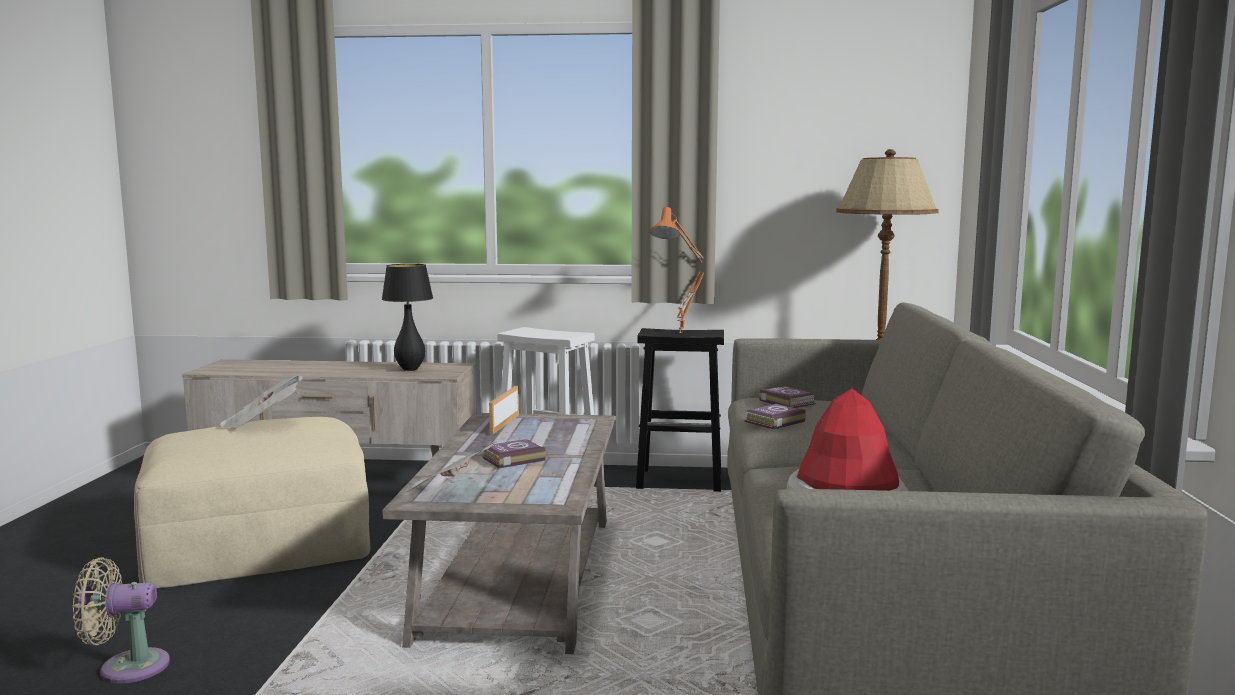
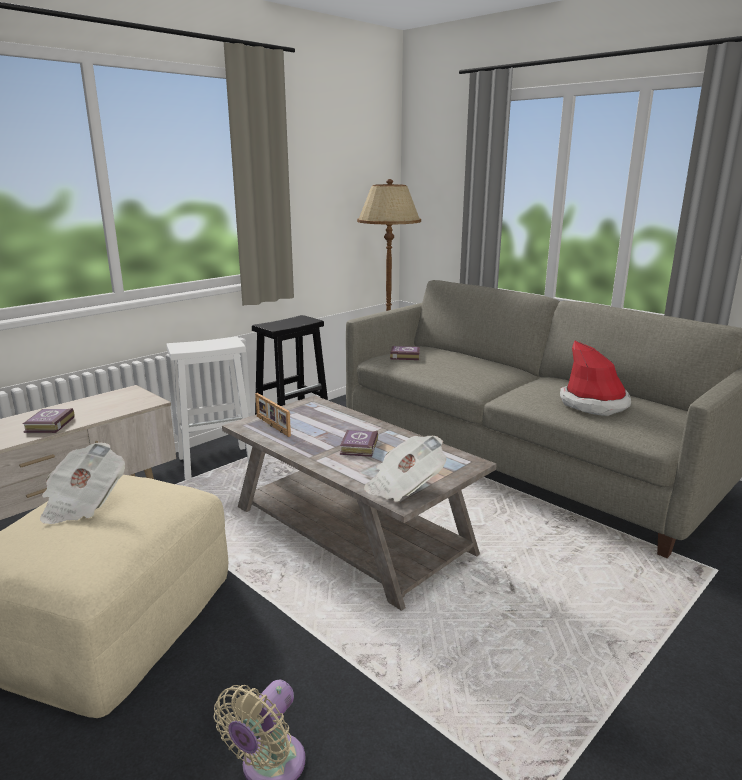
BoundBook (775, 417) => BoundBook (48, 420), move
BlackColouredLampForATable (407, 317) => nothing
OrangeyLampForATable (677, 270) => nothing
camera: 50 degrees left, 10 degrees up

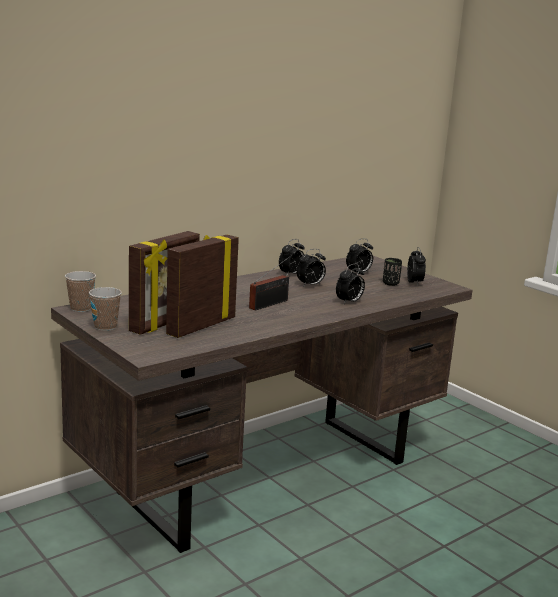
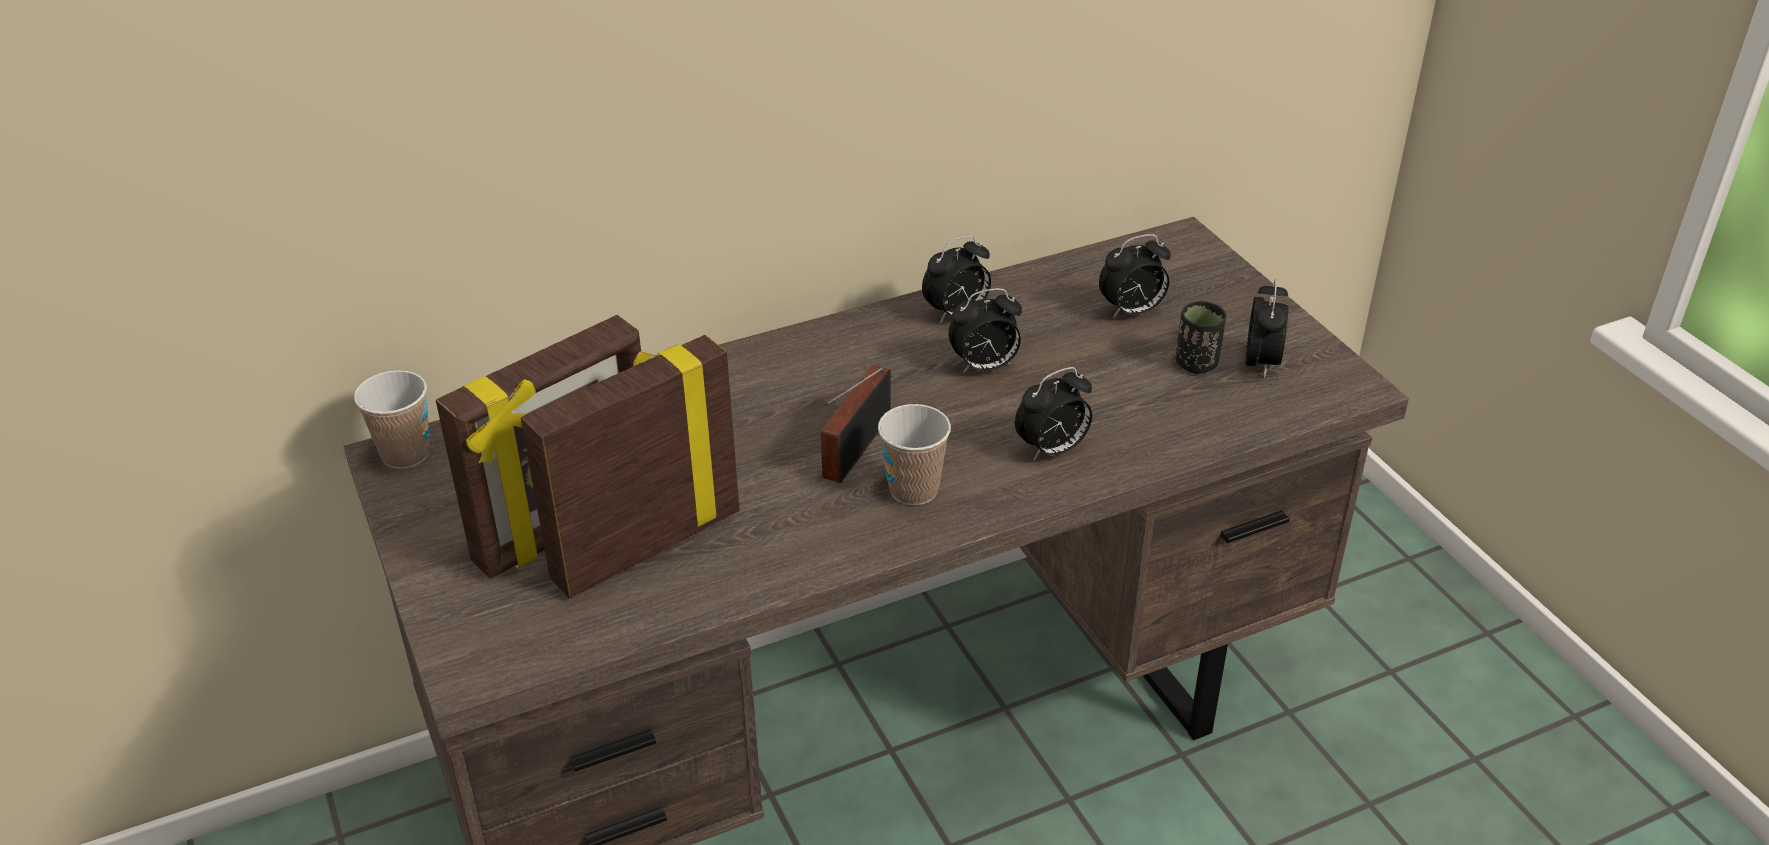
RadioReceiver (269, 283) => RadioReceiver (856, 424), 150 degrees clockwise
DrinkingCup (105, 309) => DrinkingCup (914, 454), move
camera: 15 degrees right, 20 degrees up

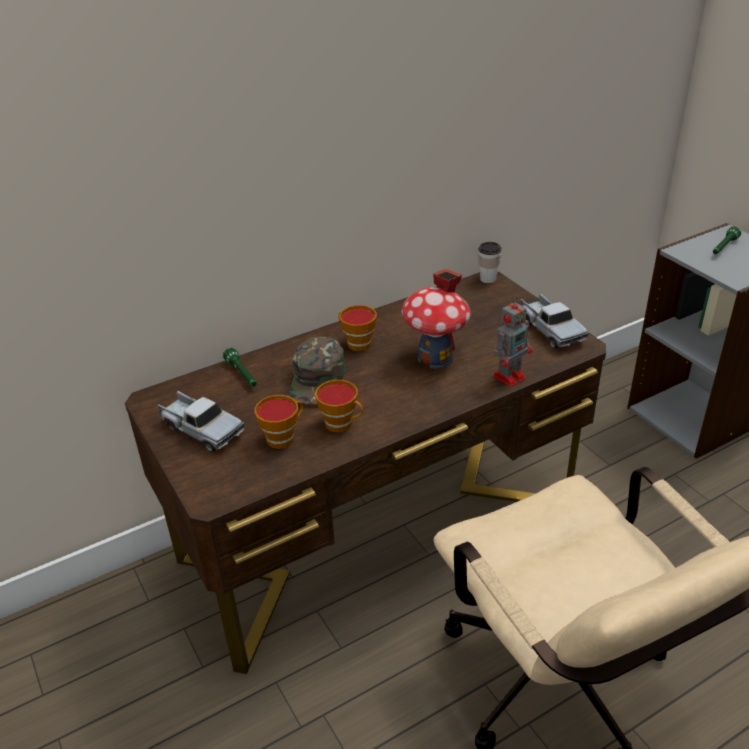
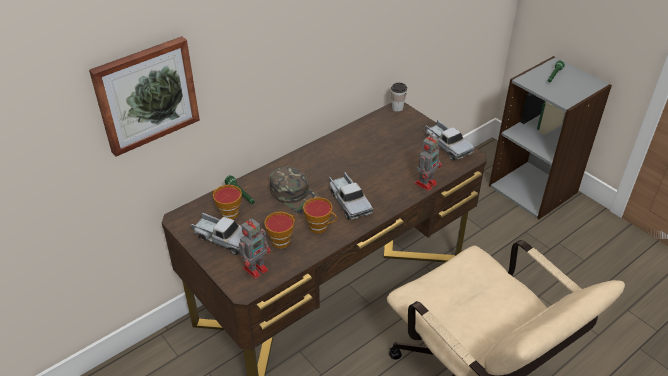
nothing => WallPicture (144, 96)
DrinkingCup (358, 328) => DrinkingCup (227, 202), move
nothing => ModelRobot (255, 248)
GreenBaseballCap (317, 370) => GreenBaseballCap (295, 190), 45 degrees counterclockwise
nothing => ModelTruck (351, 196)
ModelHouse (436, 319) => nothing
camera: 10 degrees left, 5 degrees up

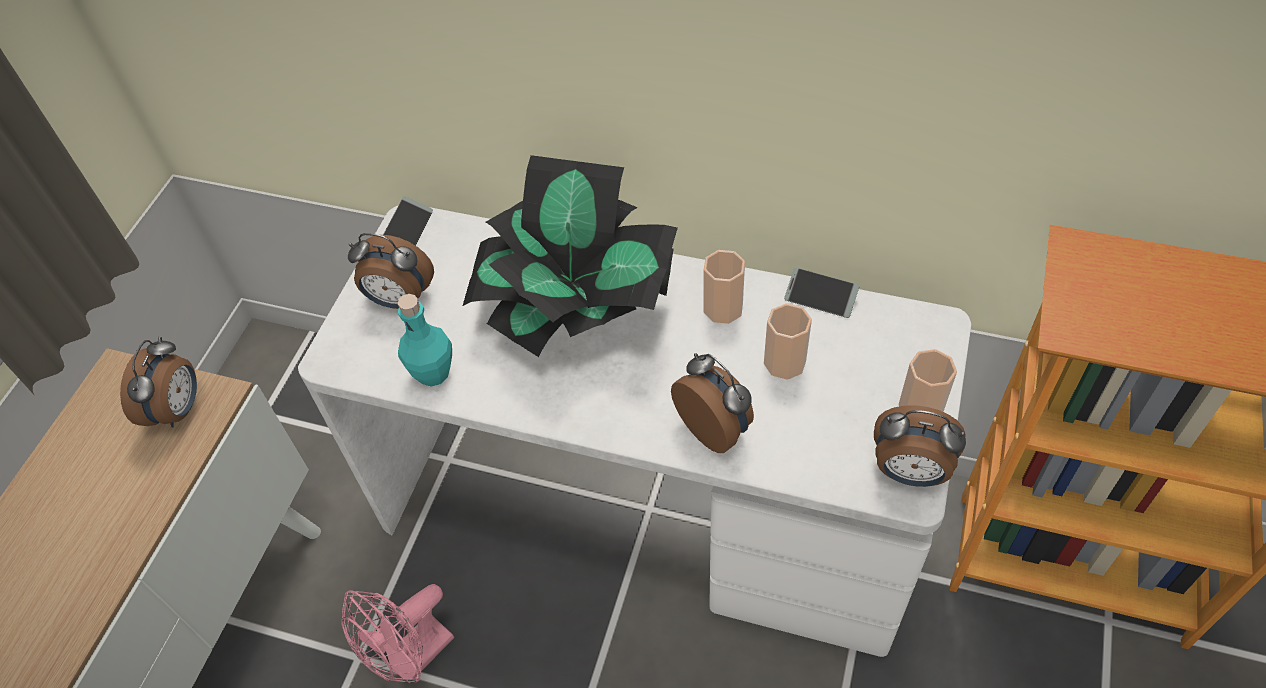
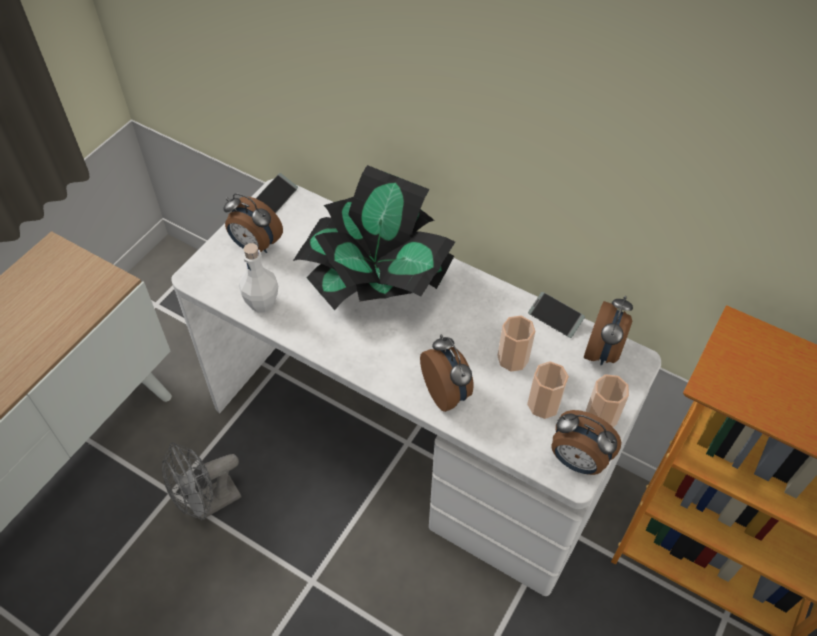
PinkColouredCoolingFan (397, 634) => GrayCoolingFan (202, 481)
TurquoiseBeverageBottle (425, 340) => WhiteColouredBeverageBottle (258, 278)
DrinkingCup (724, 287) => DrinkingCup (548, 390), move
AlarmClock (158, 382) => AlarmClock (608, 331), move
camera: 10 degrees right, 0 degrees up

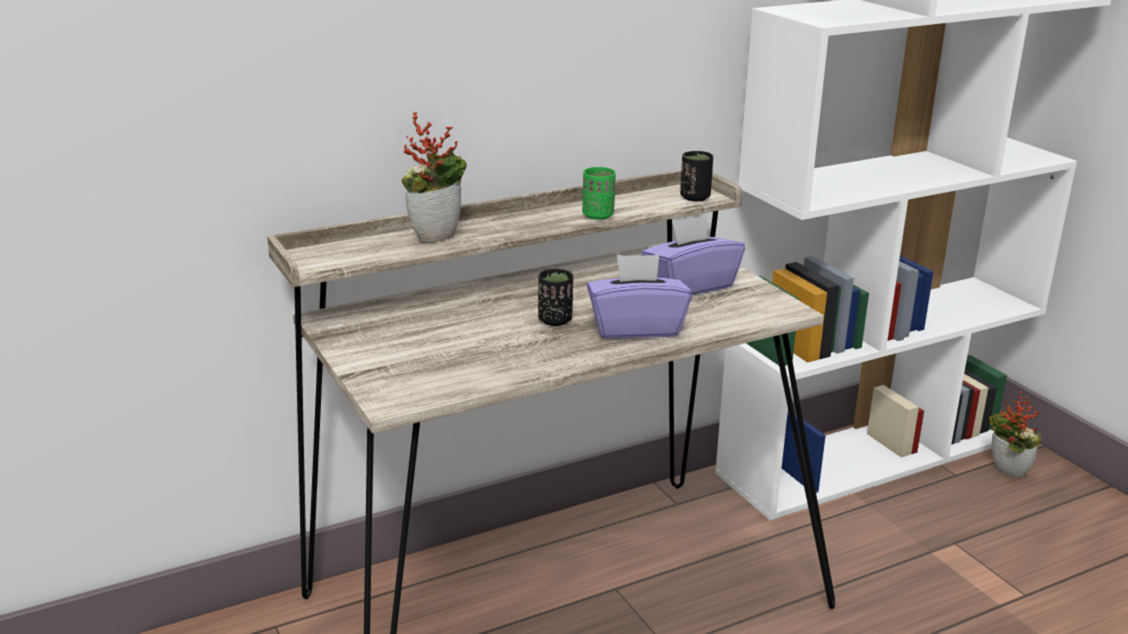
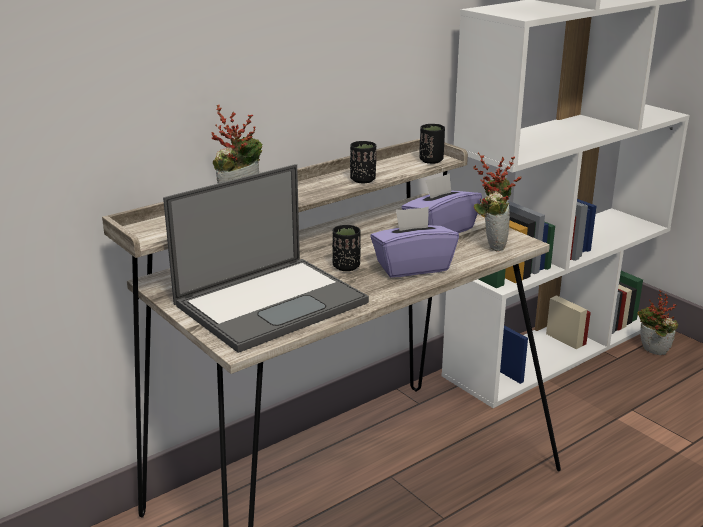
nothing => PortableComputer (266, 258)
GreenDrinkingCup (599, 193) => BlackColouredDrinkingCup (363, 162)
nothing => PlantInAPot (498, 202)
camera: 10 degrees left, 0 degrees up

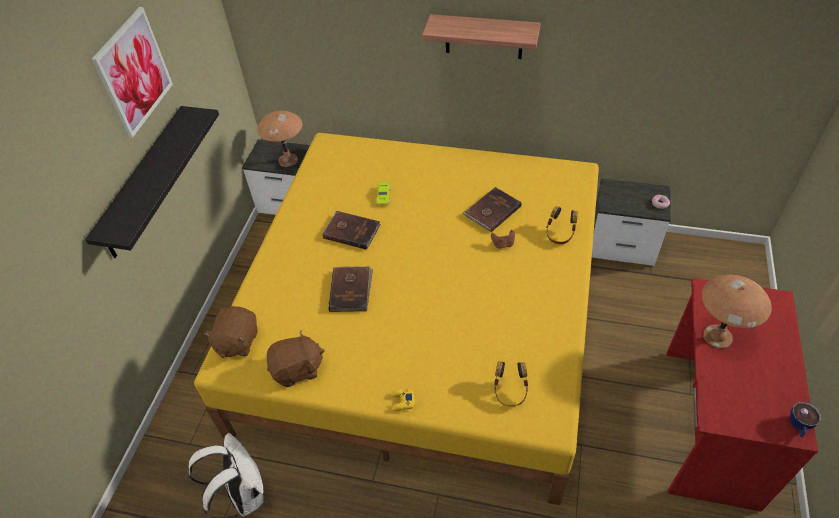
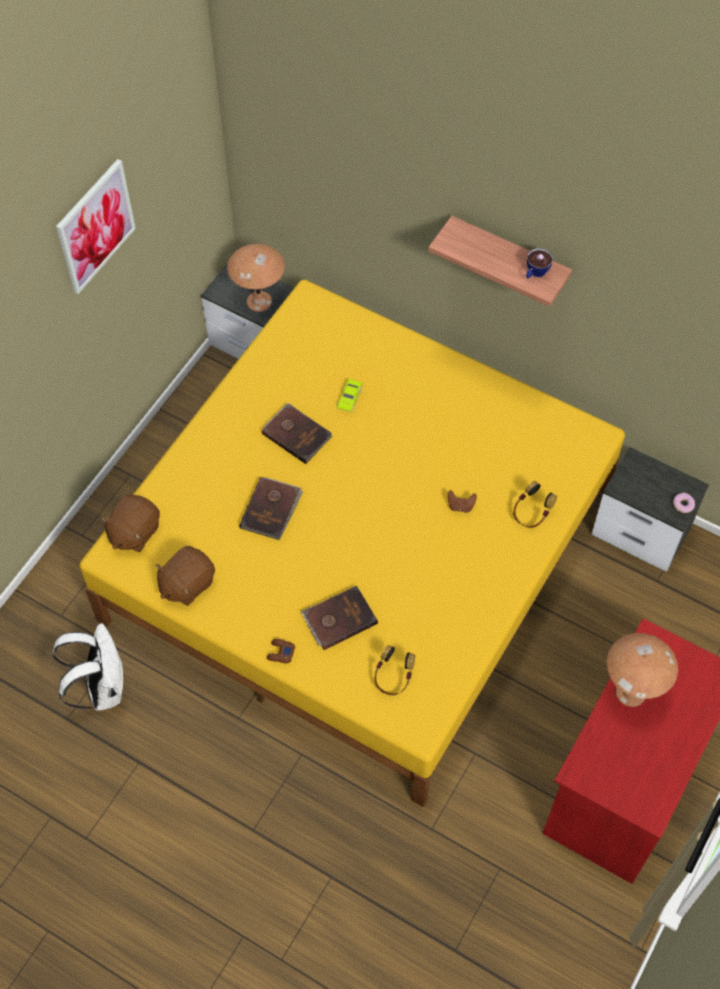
BrownColouredSoftToy (296, 358) => BrownColouredSoftToy (185, 576), 135 degrees clockwise
YellowColouredJoypad (403, 400) => BrownColouredJoypad (281, 651)
BrownColouredBoundBook (492, 209) => BrownColouredBoundBook (339, 618), move
DrinkingCup (805, 419) => DrinkingCup (539, 263), move
BlackColouredShelf (152, 182) => nothing
camera: 15 degrees right, 10 degrees up

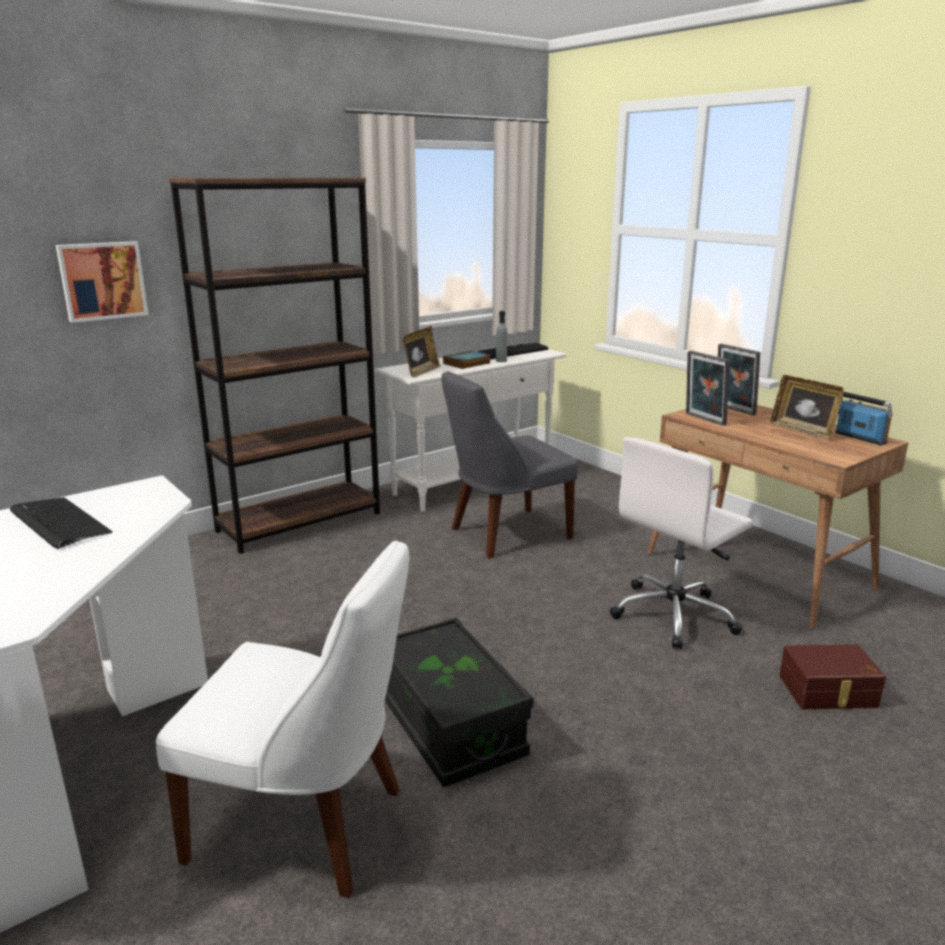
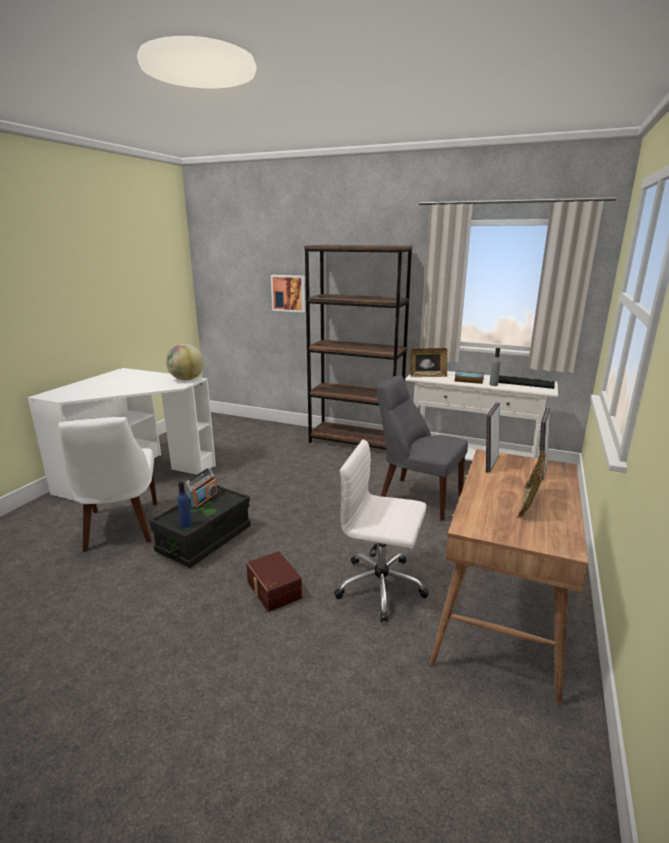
nothing => WorldGlobe (185, 362)
nothing => BluishBeverageBottle (185, 504)
RadioReceiver (864, 418) => RadioReceiver (202, 488), move
BrownColouredStorageBox (832, 676) => BrownColouredStorageBox (274, 581), move
PcKeyboard (61, 523) => nothing
camera: 60 degrees right, 0 degrees up

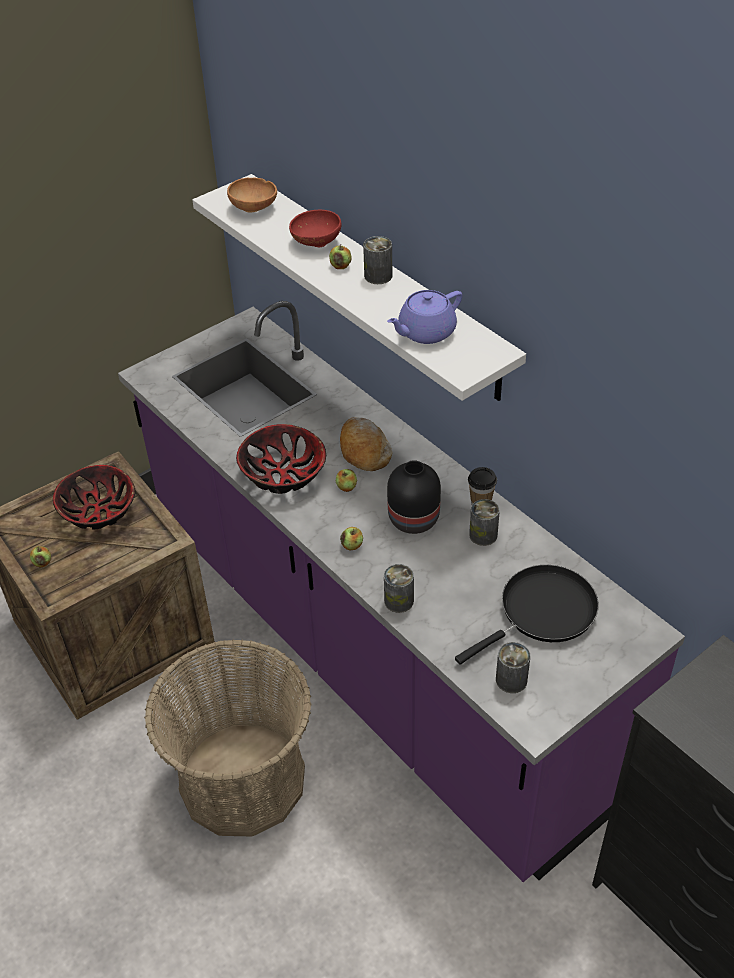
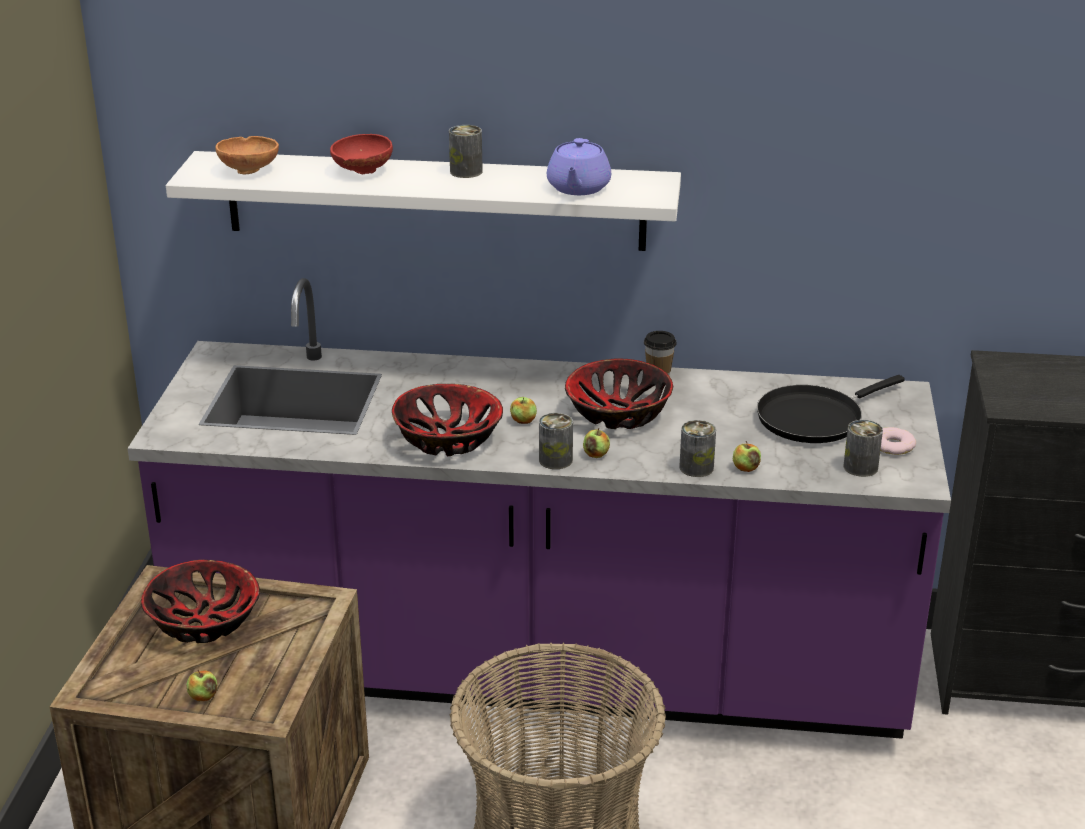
SealedCan (484, 522) => SealedCan (556, 441), move
BlackColouredFlowerVase (414, 497) => ServingBowl (619, 394)
AppleFruit (340, 256) => AppleFruit (747, 456), move
BlackColouredFryingPan (527, 614) => BlackColouredFryingPan (831, 409), 135 degrees counterclockwise
nothing => RingDoughnut (898, 441)
BakedBread (366, 444) => nothing
camera: 45 degrees left, 15 degrees down

